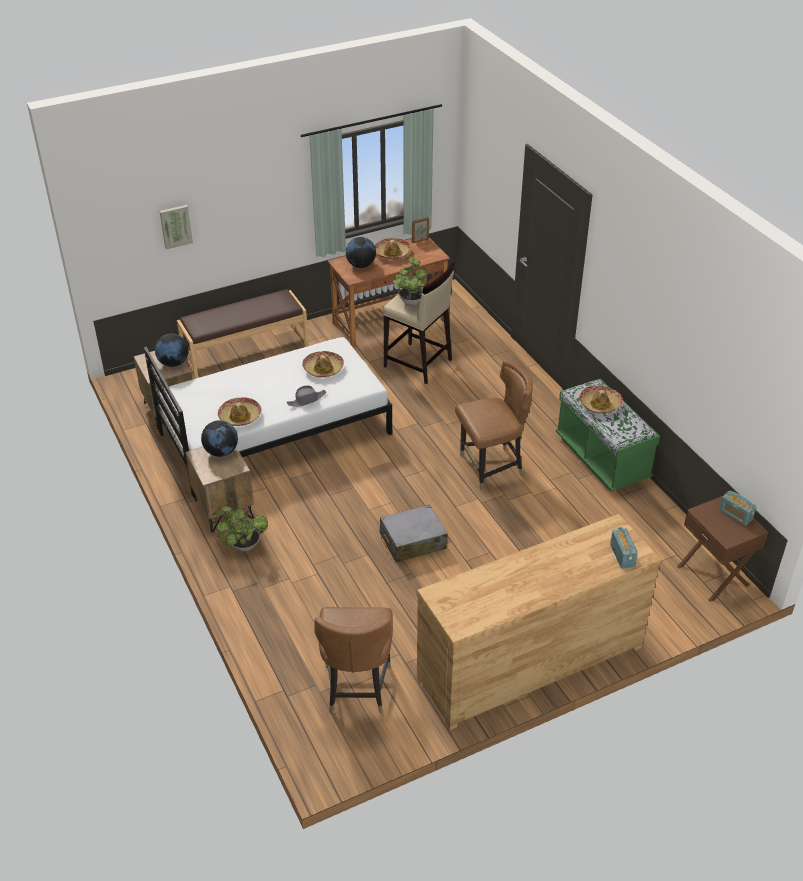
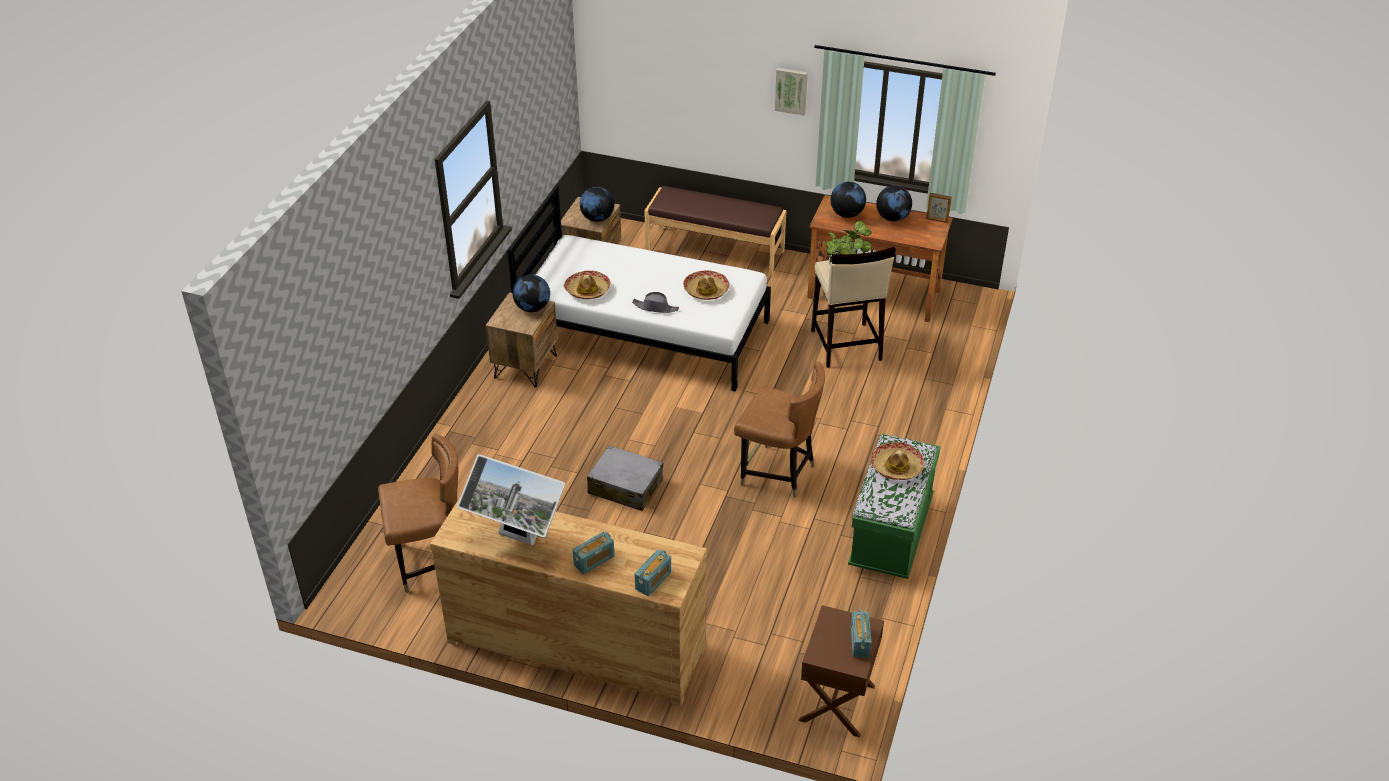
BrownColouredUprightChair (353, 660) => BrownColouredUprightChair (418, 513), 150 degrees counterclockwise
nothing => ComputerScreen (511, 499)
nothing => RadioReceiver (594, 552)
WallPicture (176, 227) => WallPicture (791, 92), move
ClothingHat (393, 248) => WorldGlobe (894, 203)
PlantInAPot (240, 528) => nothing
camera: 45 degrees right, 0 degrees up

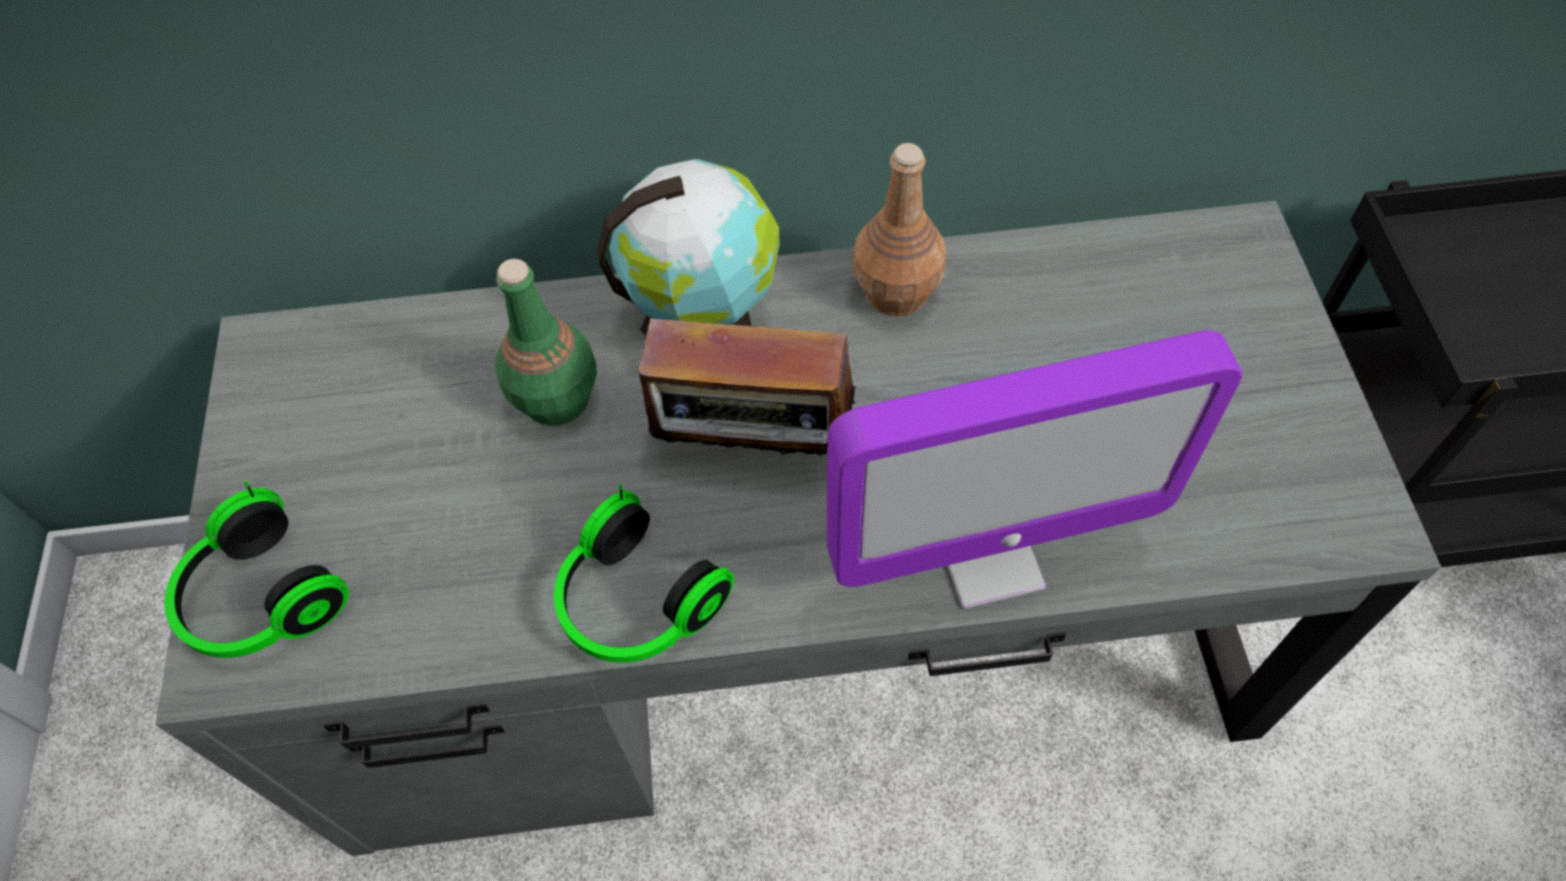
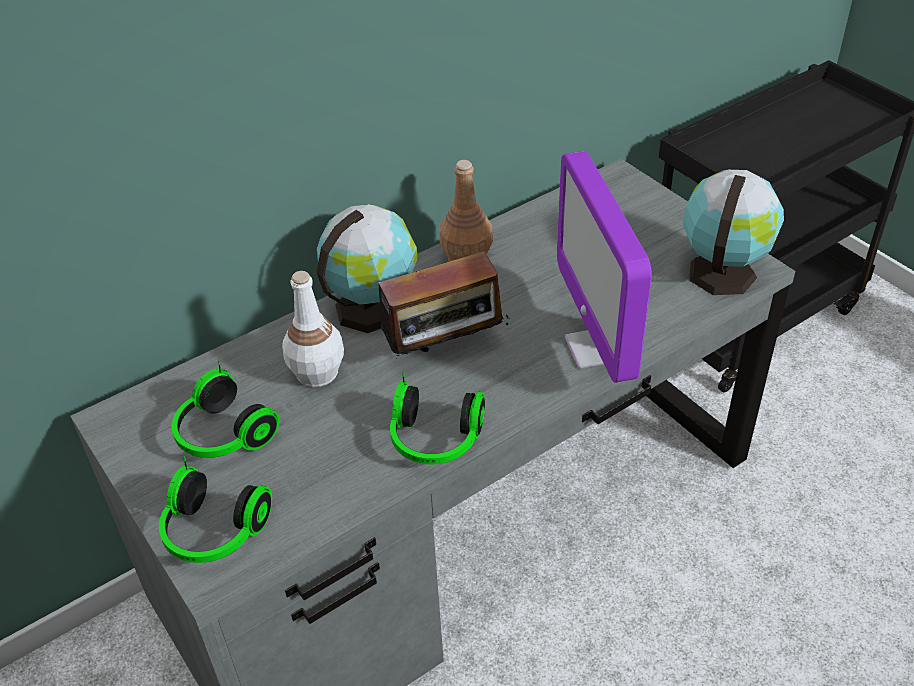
nothing => Headset (226, 409)
GreenBeverageBottle (546, 342) => WhiteColouredBeverageBottle (313, 329)
ComputerScreen (1035, 469) => ComputerScreen (604, 267), 120 degrees clockwise
nothing => WorldGlobe (733, 232)
camera: 30 degrees left, 15 degrees down

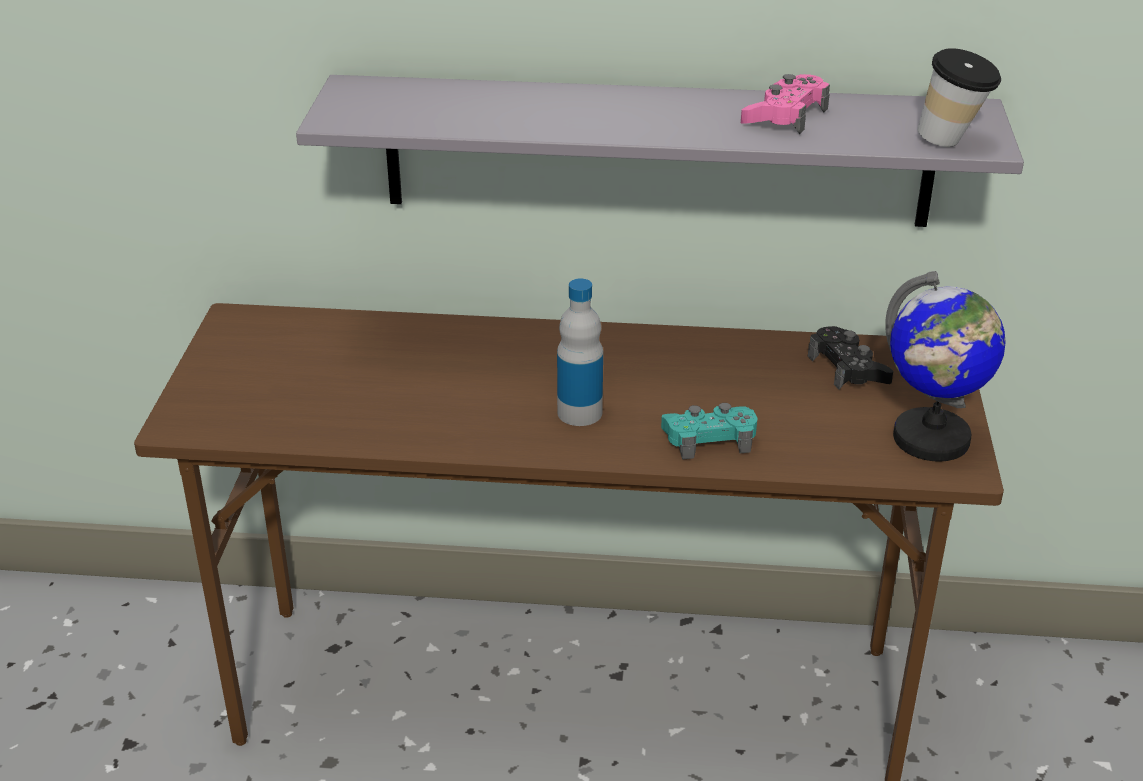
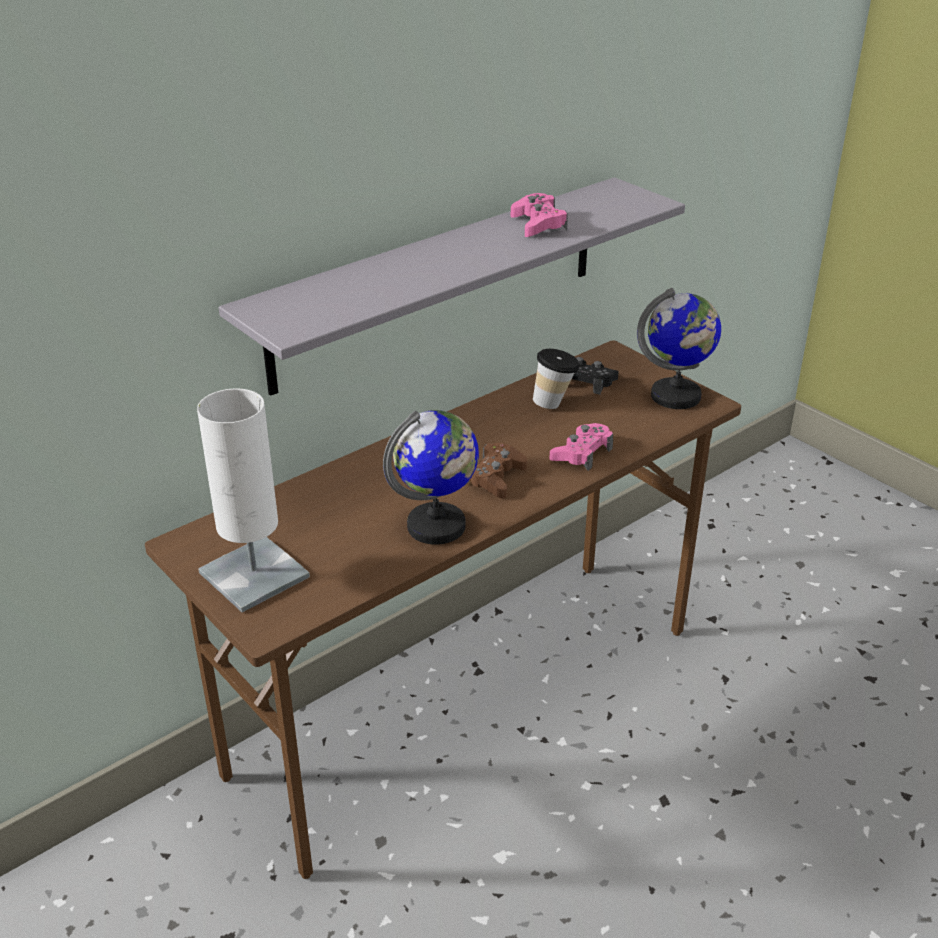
nothing => WhiteColouredLampForATable (253, 500)
nothing => WorldGlobe (431, 477)
BeverageBottle (580, 352) => BrownColouredJoypad (496, 470)
DrinkingCup (959, 97) => DrinkingCup (556, 379), move
TurquoiseJoypad (709, 431) => PinkColouredJoypad (581, 447)
camera: 45 degrees left, 0 degrees up

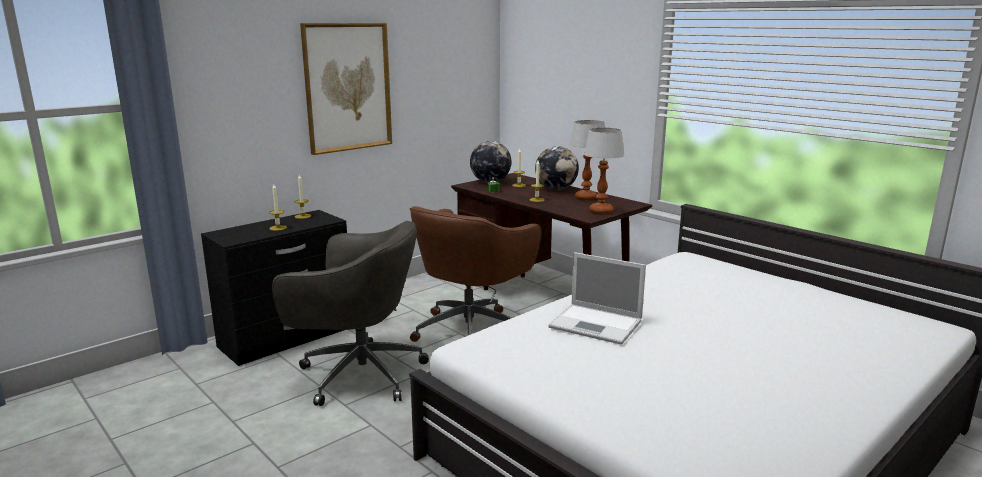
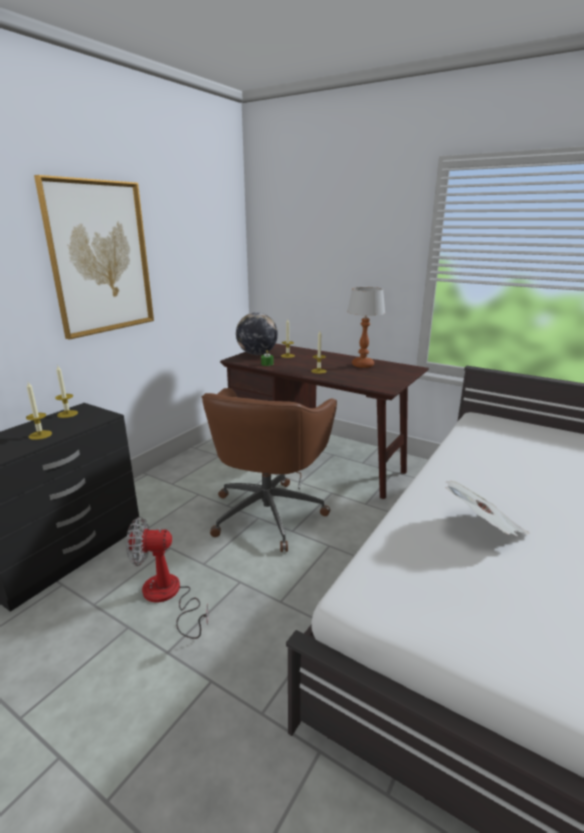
GrayDeskChair (350, 313) => CoolingFan (167, 578)
PortableComputer (597, 298) => DailyPaper (487, 508)
WorldGlobe (557, 168) => nothing
LampForATable (604, 171) => nothing
camera: 15 degrees left, 5 degrees up

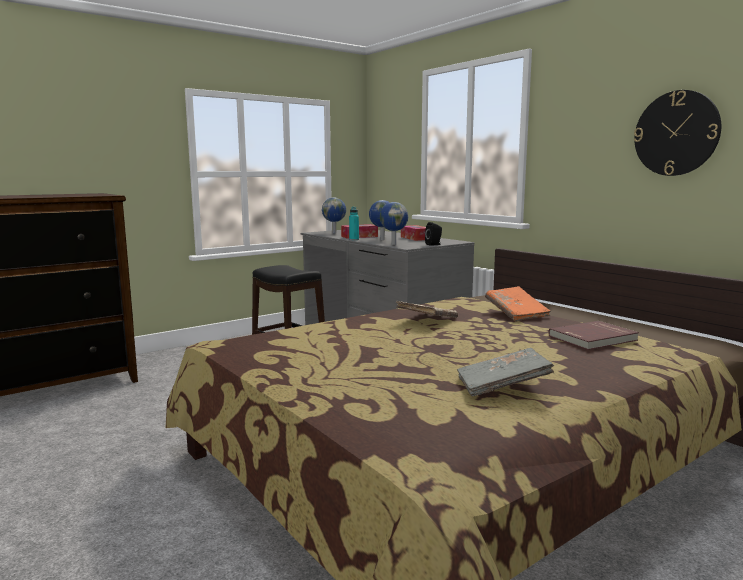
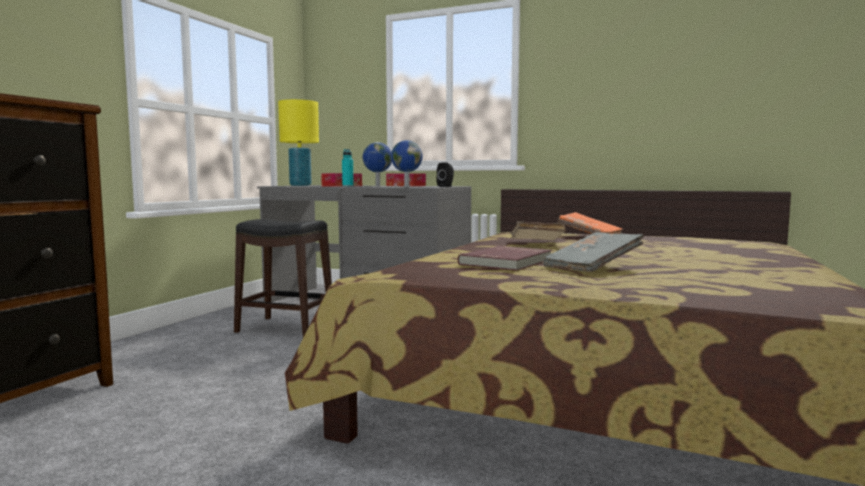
WorldGlobe (334, 215) => YellowColouredLampForATable (298, 142)
RedColouredBoundBook (593, 335) => RedColouredBoundBook (505, 258), move
GrayBoundBook (505, 372) => GrayBoundBook (593, 252), move
WallClock (677, 133) => nothing
camera: 30 degrees left, 5 degrees down

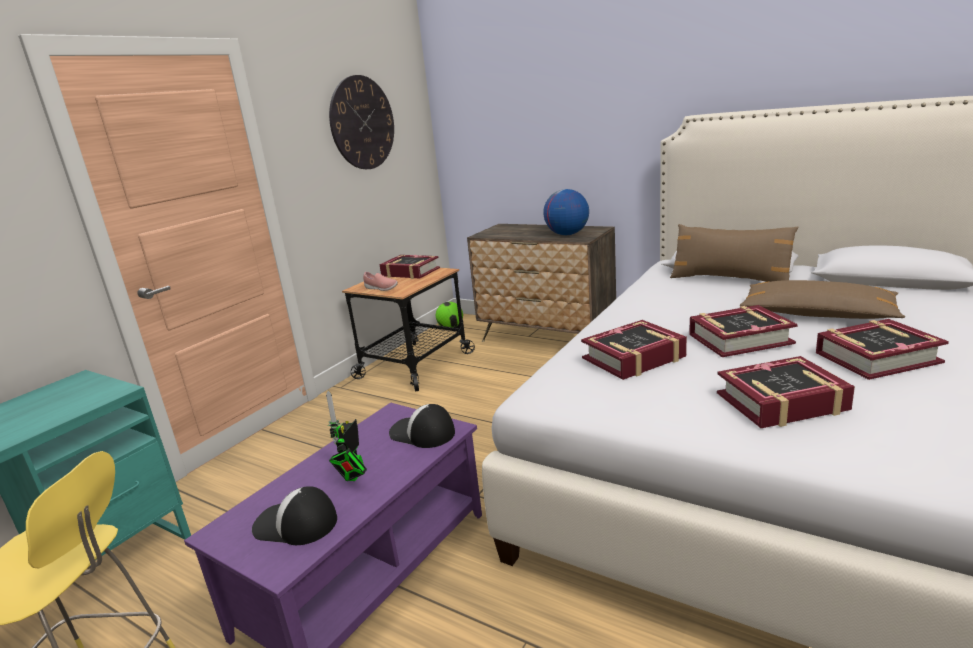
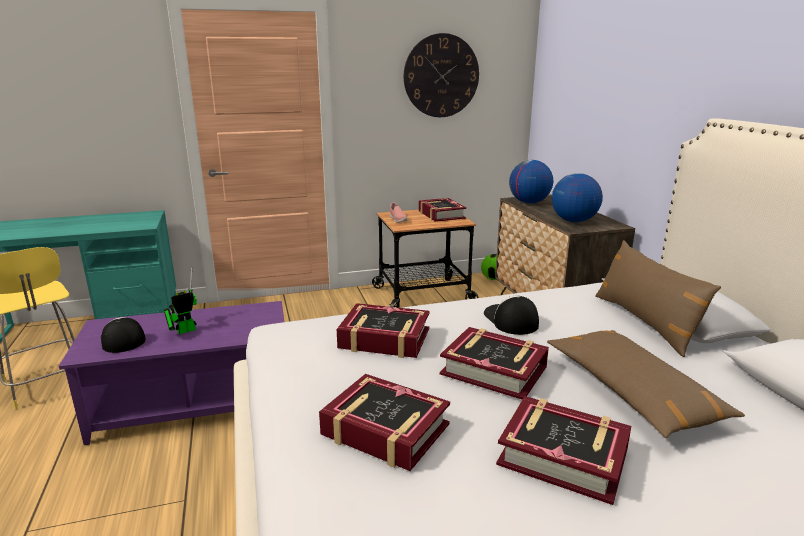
BaseballCap (422, 426) => BaseballCap (511, 315), move
nothing => WorldGlobe (531, 181)
camera: 40 degrees right, 0 degrees up

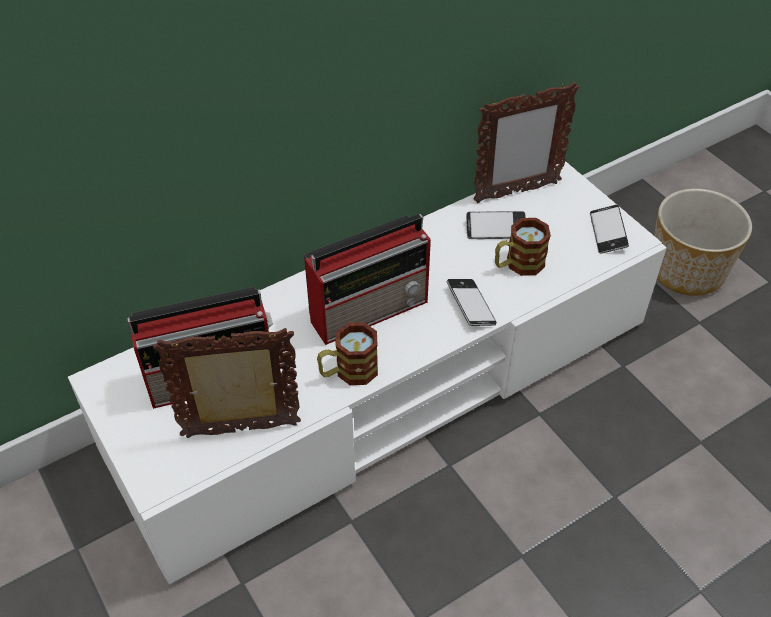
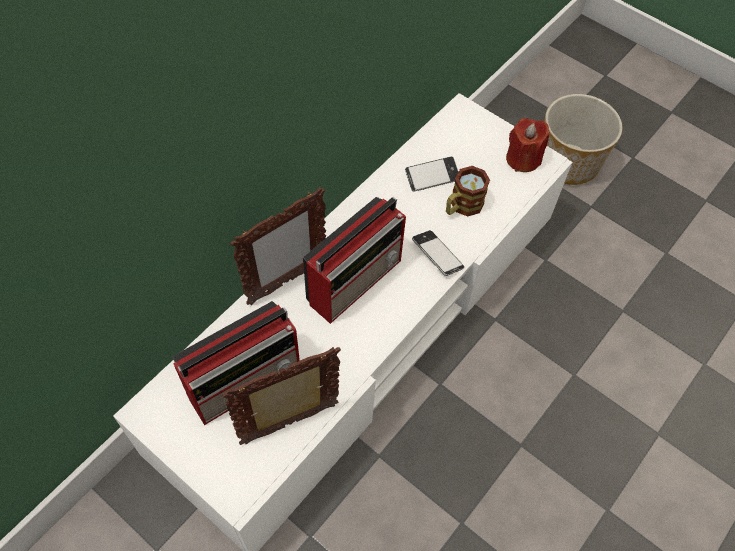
PictureFrame (526, 142) => PictureFrame (278, 246), move
Phone (609, 229) => RedColouredWaxCandle (527, 145)
TeaMug (347, 353) => nothing
camera: 20 degrees left, 10 degrees up

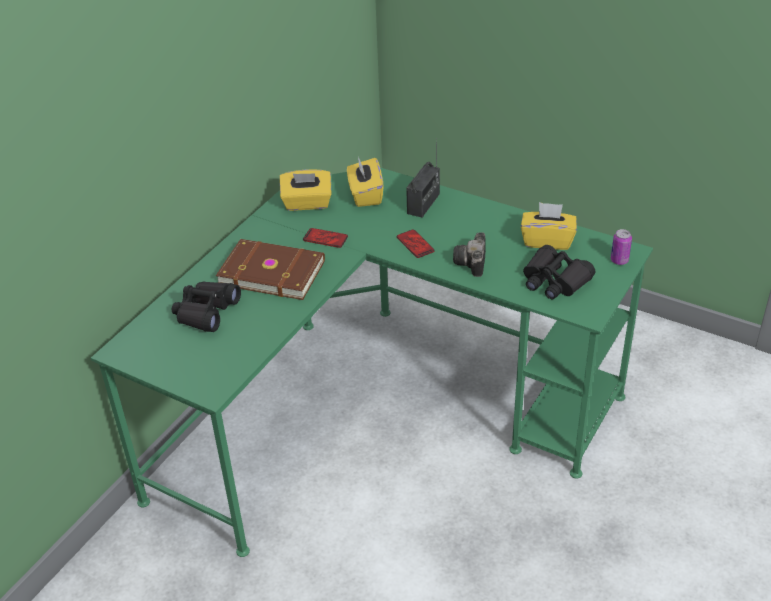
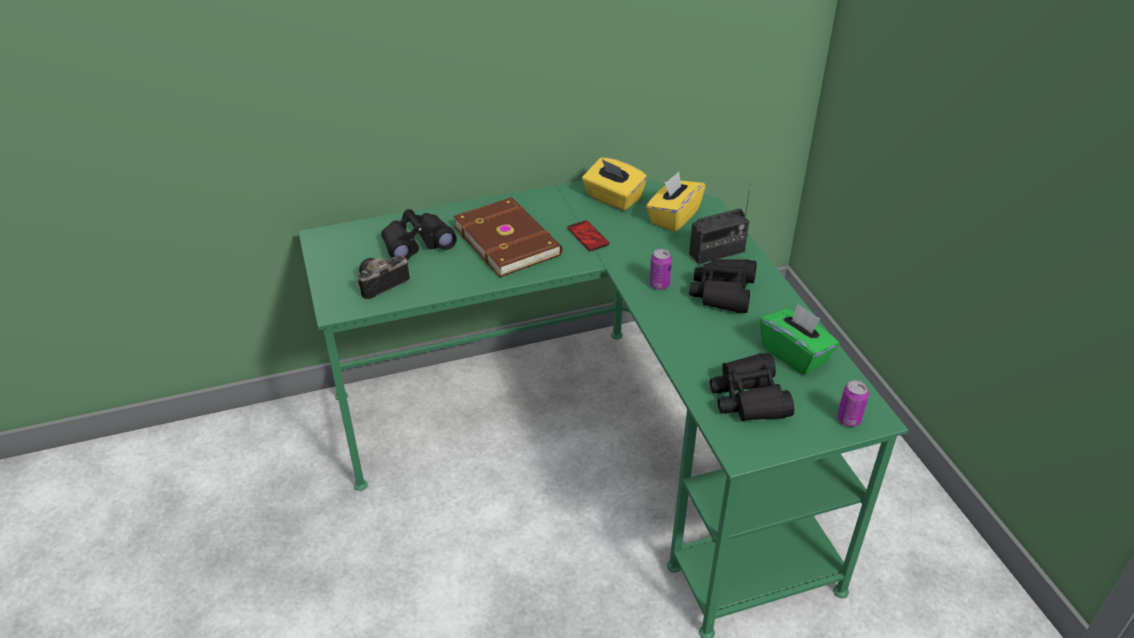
PhotoCamera (469, 255) => PhotoCamera (384, 278), move
Phone (416, 243) => SealedCan (660, 269)
nothing => BlackColouredBinoculars (723, 286)
YellowColouredTissueBox (549, 226) => GreenTissueBox (799, 339)
camera: 40 degrees right, 0 degrees up

